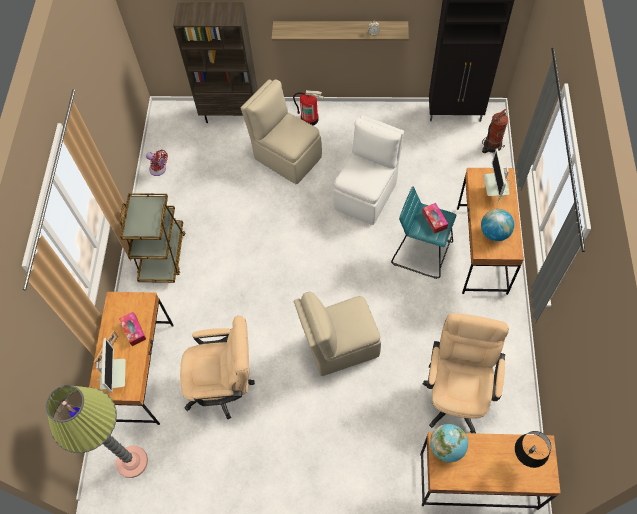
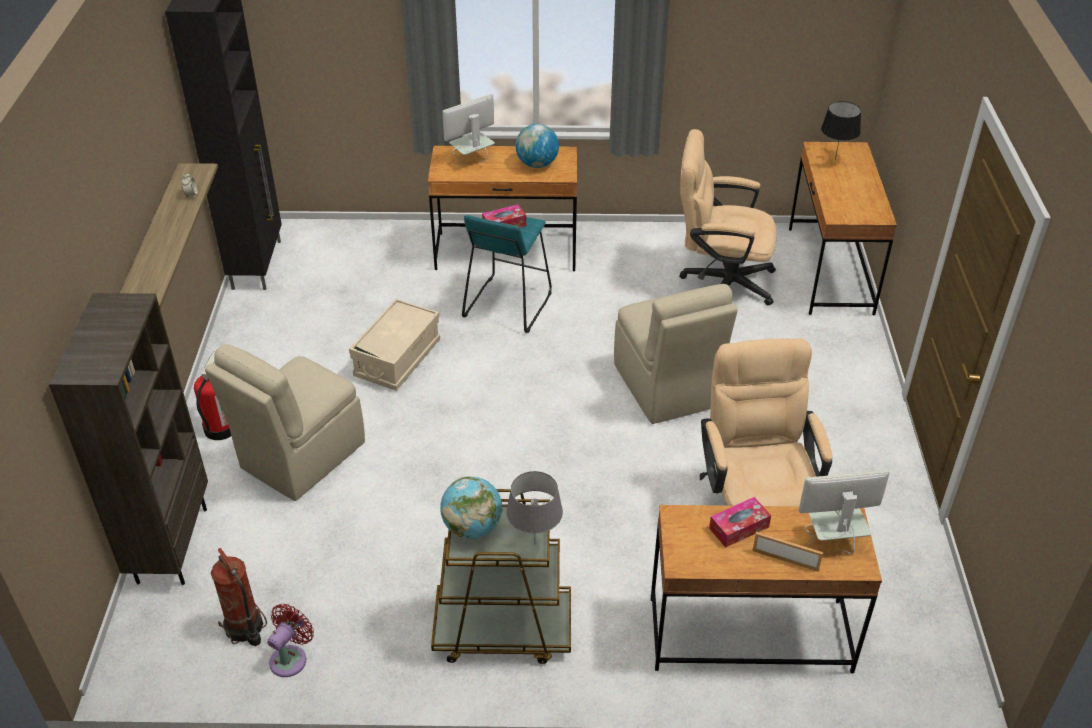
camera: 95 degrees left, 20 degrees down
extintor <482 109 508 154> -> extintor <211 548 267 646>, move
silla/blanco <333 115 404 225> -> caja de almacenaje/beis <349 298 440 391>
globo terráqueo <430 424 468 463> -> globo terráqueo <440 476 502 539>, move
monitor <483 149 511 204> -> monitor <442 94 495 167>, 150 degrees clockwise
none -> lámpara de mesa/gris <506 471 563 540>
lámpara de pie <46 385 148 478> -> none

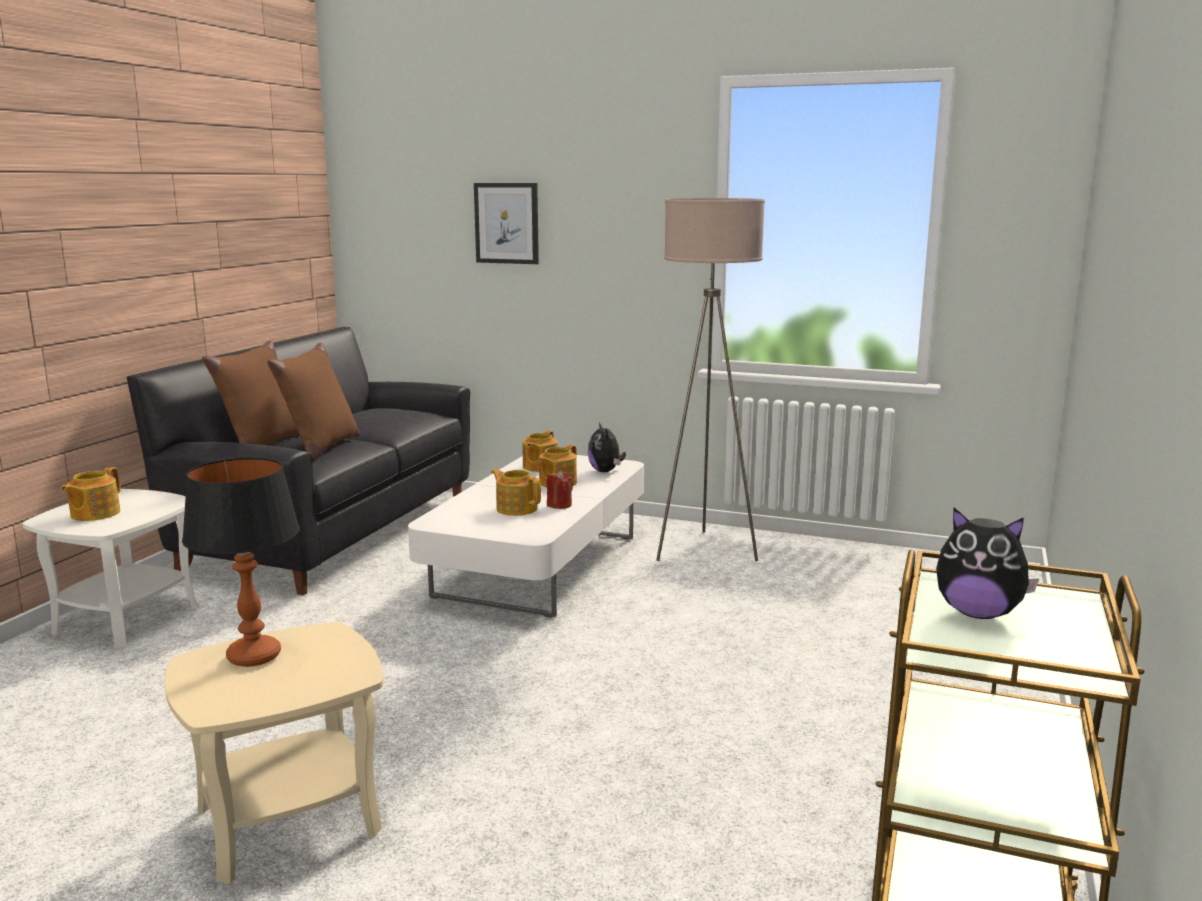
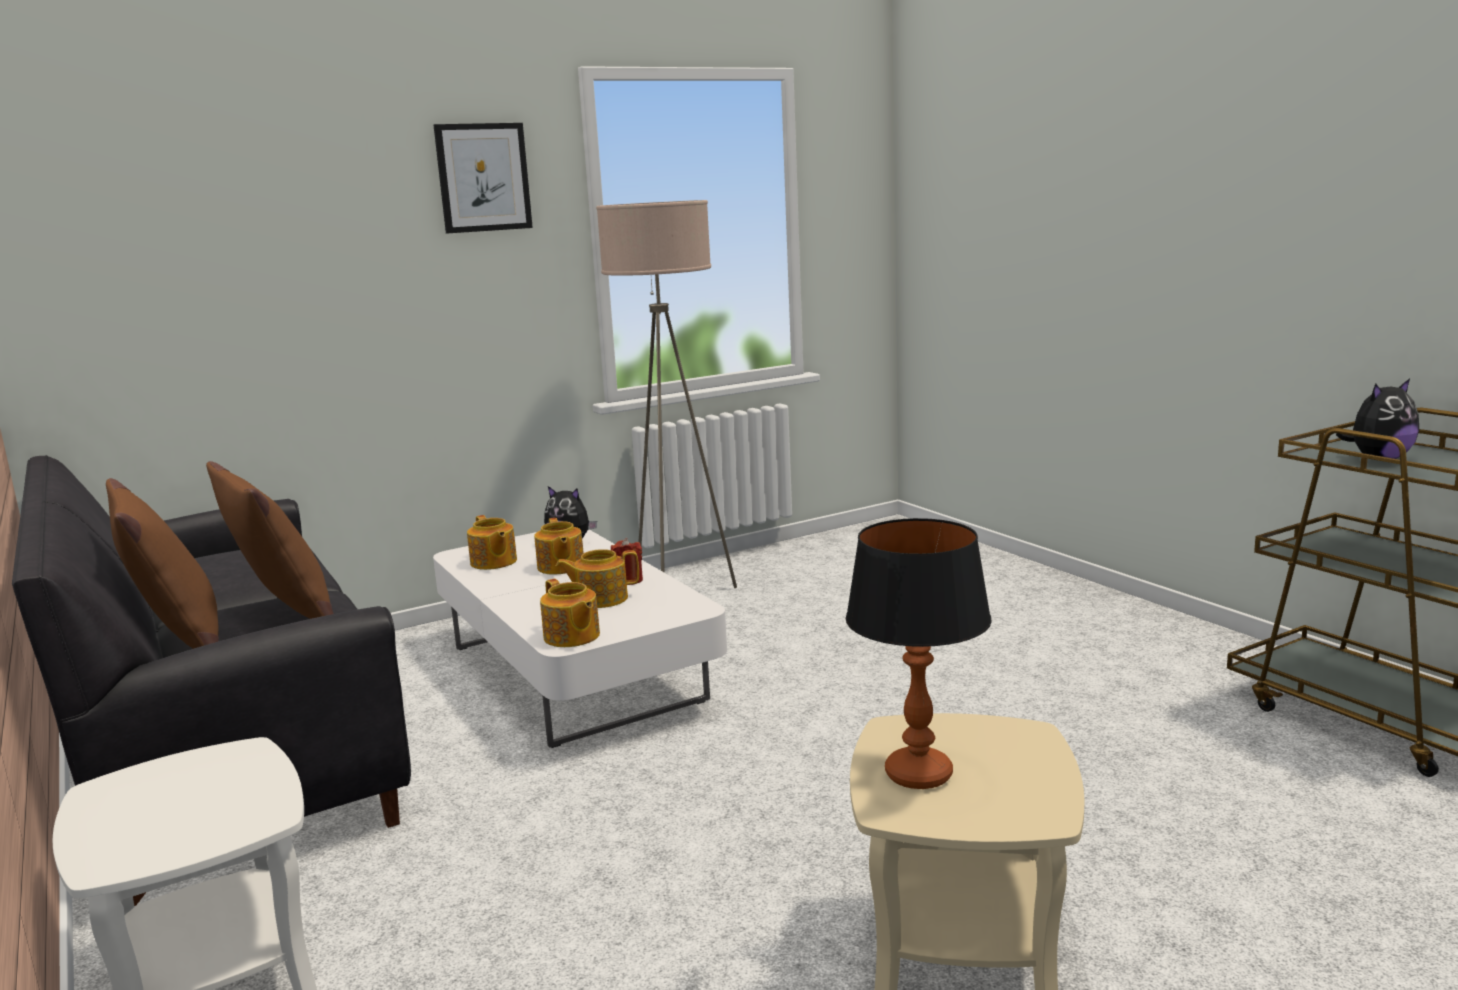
camera: 50 degrees left, 0 degrees up
cuadro <474 183 539 264> -> cuadro <434 123 533 234>, move
tetera <61 467 121 521> -> tetera <540 579 600 647>, move

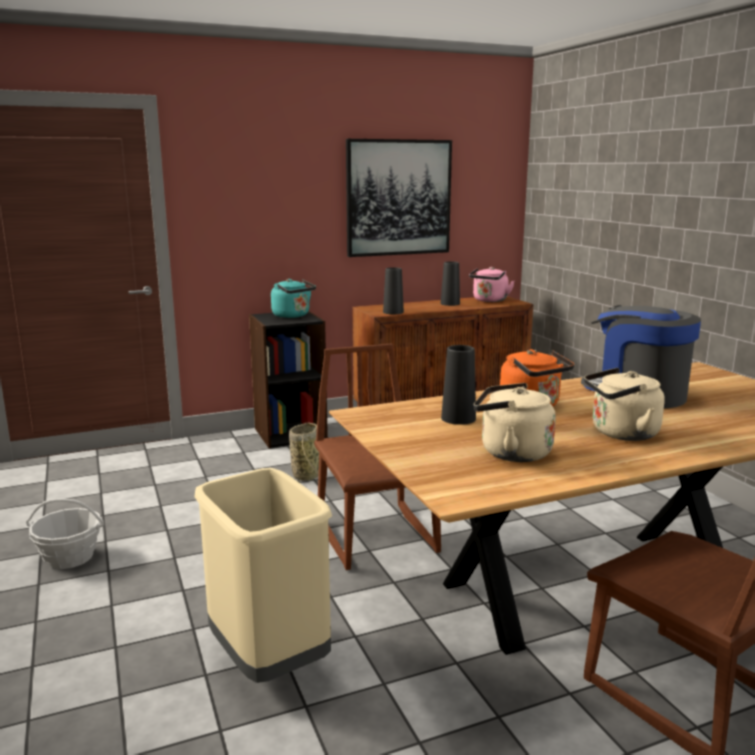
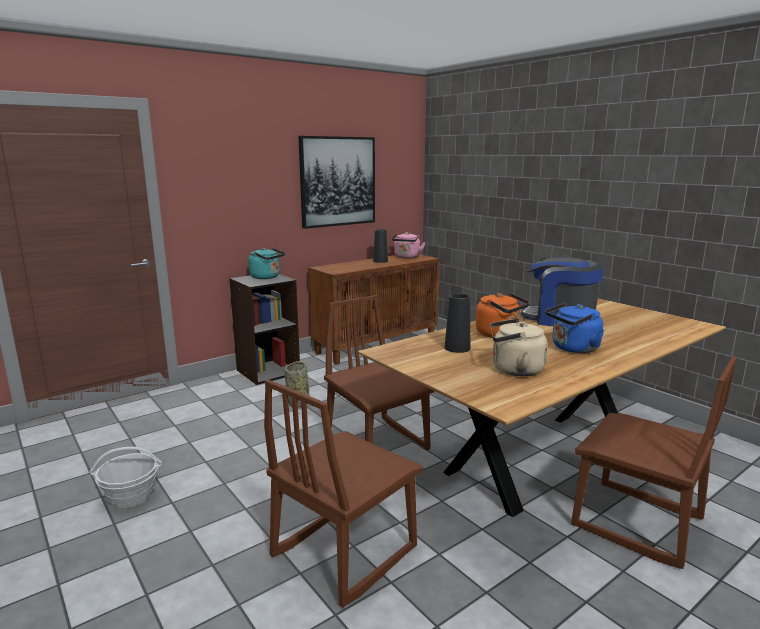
camera: 15 degrees left, 0 degrees up
papelera/beis <194 468 332 683> -> silla/marrón <264 379 423 608>
hervidor/beis <584 368 665 441> -> hervidor/azul <545 303 604 353>
florero/negro <383 267 404 314> -> none

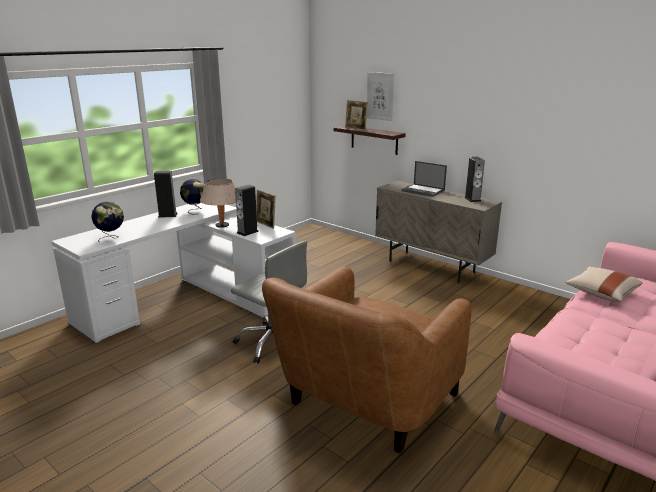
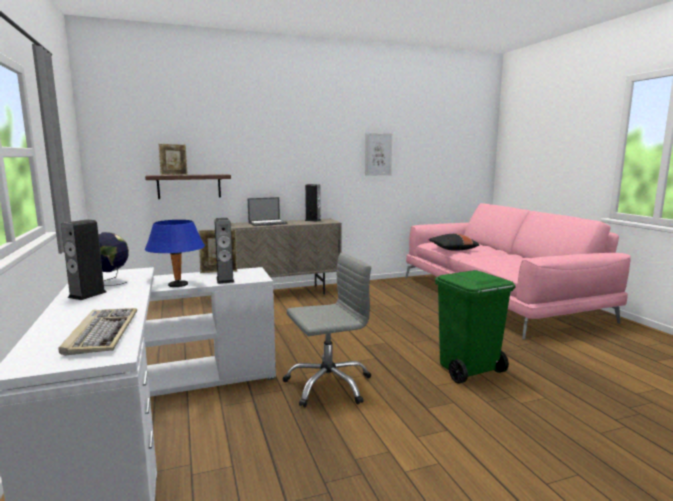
camera: 60 degrees left, 10 degrees down
globo terráqueo <91 202 124 242> -> teclado <59 308 137 356>
lámpara de mesa/beis <200 179 236 228> -> lámpara de mesa/azul <145 220 205 287>
cuadro <367 72 394 121> -> cuadro <365 133 392 176>, move
cojín/beis <565 267 643 302> -> cojín/negro <428 234 479 251>
sillón/marrón <262 266 471 453> -> papelera/verde <435 270 516 384>

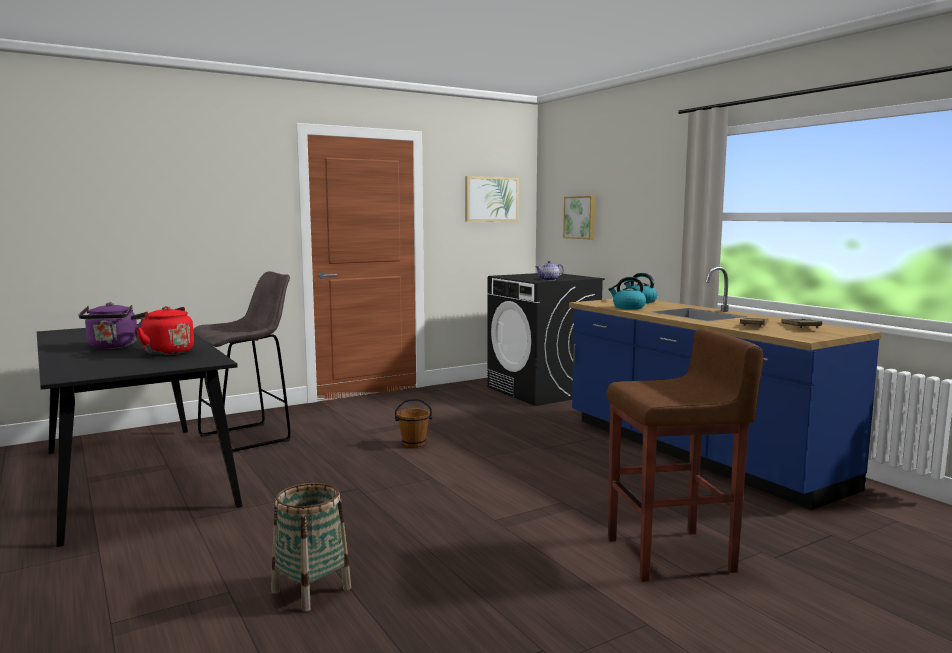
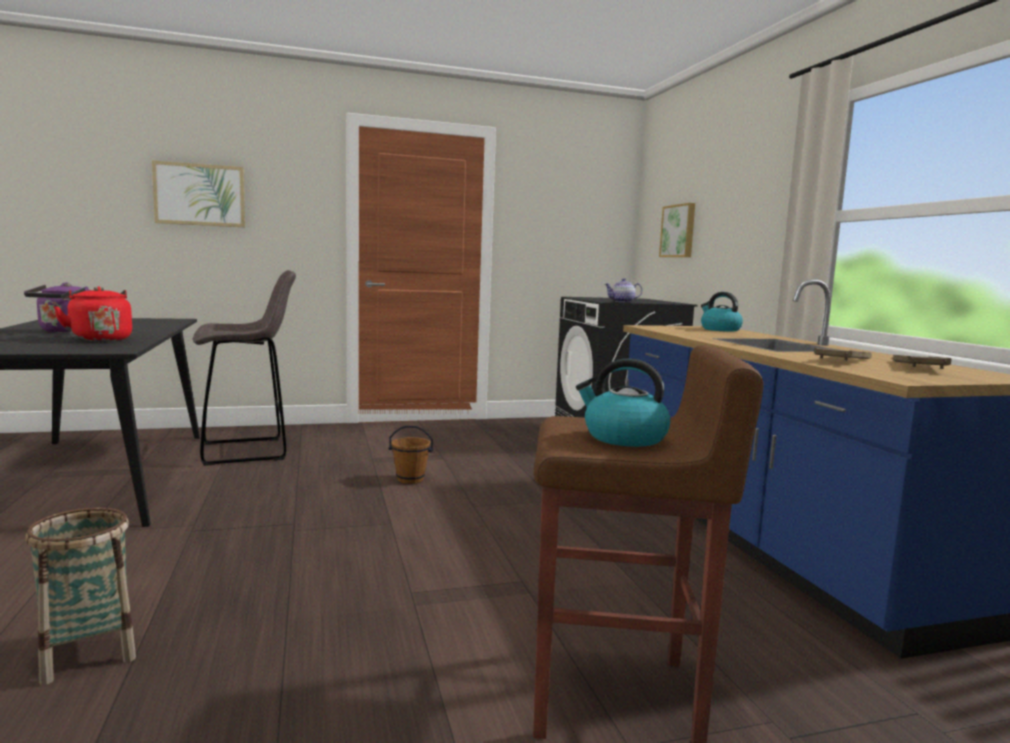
camera: 15 degrees right, 0 degrees up
cuadro <465 176 519 222> -> cuadro <152 160 245 227>, move
hervidor <608 277 646 309> -> hervidor <576 358 670 447>, move

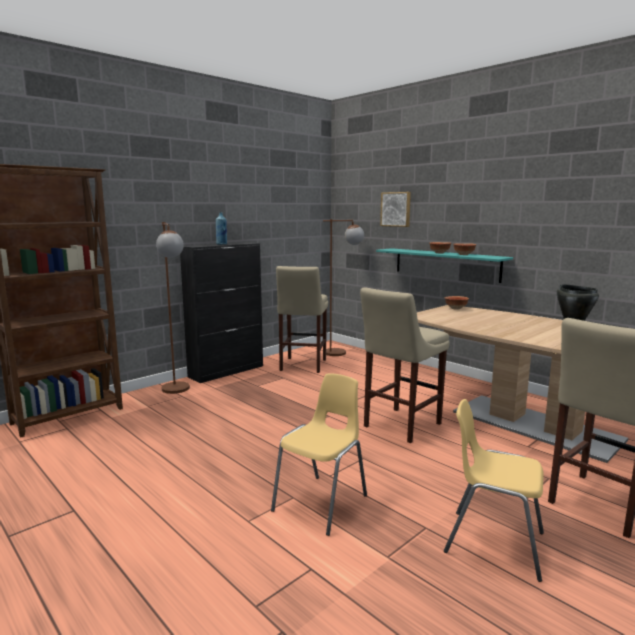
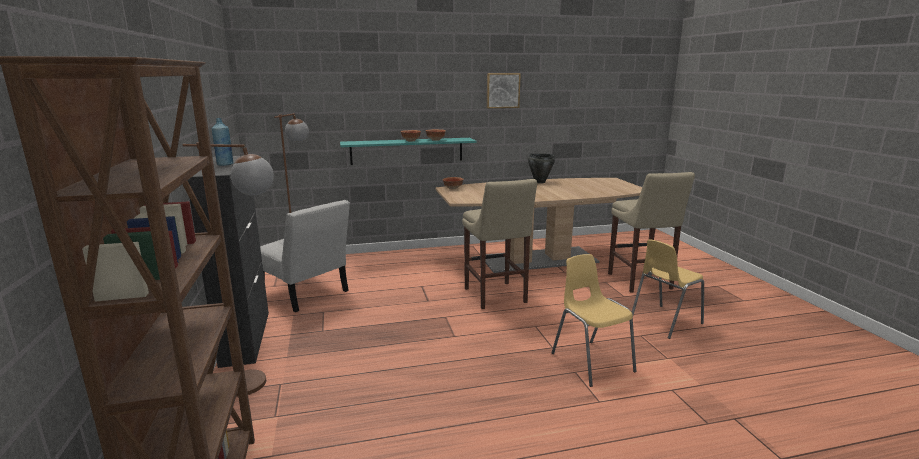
camera: 60 degrees left, 5 degrees up
taburete/beis <276 266 328 373> -> silla/blanco <260 200 350 312>
cuadro <380 192 411 227> -> cuadro <487 73 521 108>, move

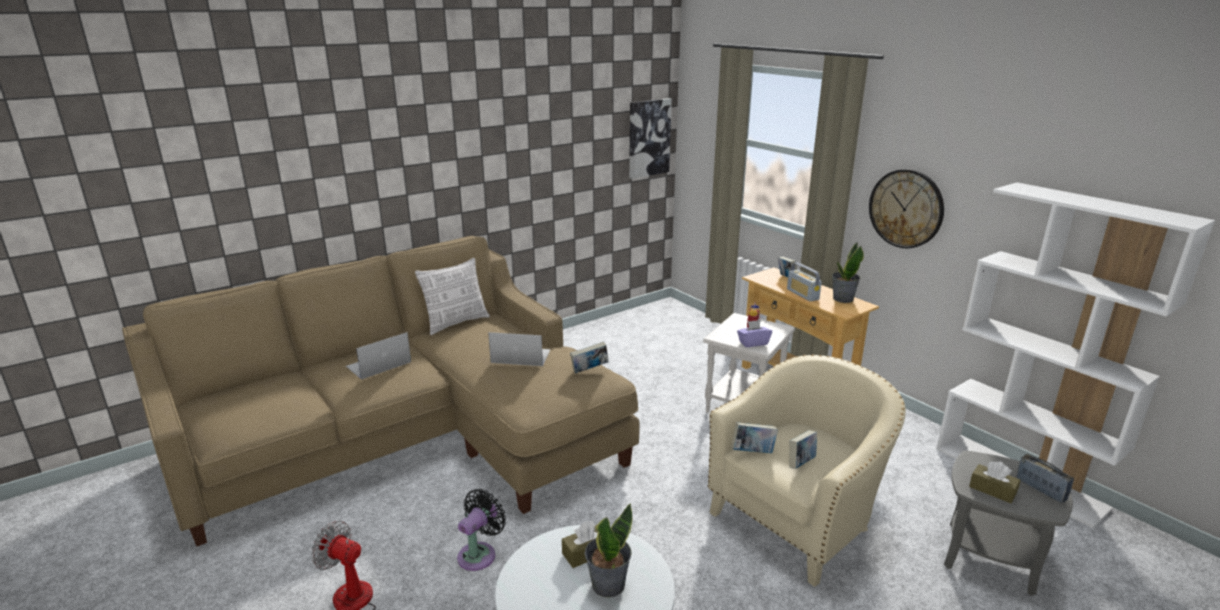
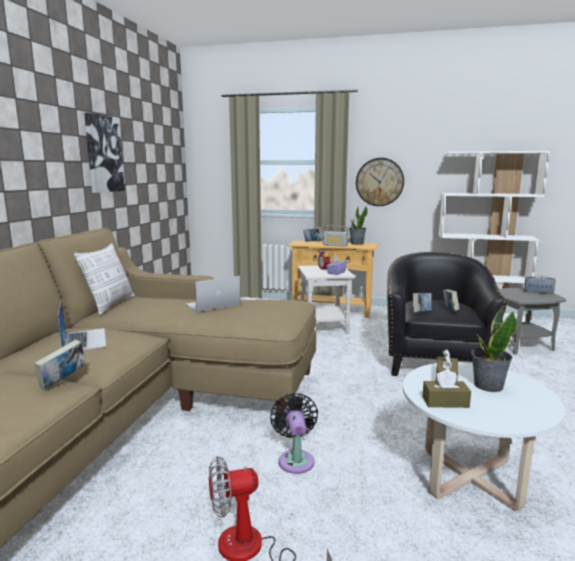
camera: 40 degrees left, 10 degrees down
libro <570 341 609 373> -> libro <34 340 85 390>, move
portátil <346 332 411 380> -> portátil <58 300 106 350>, 150 degrees clockwise
cuadro <629 98 672 179> -> cuadro <84 113 125 193>, move
sillón/beis <708 354 906 587> -> sillón/negro <387 252 507 376>
caja de pañuelos/marrón <969 462 1021 503> -> caja de pañuelos/marrón <422 369 471 408>, move

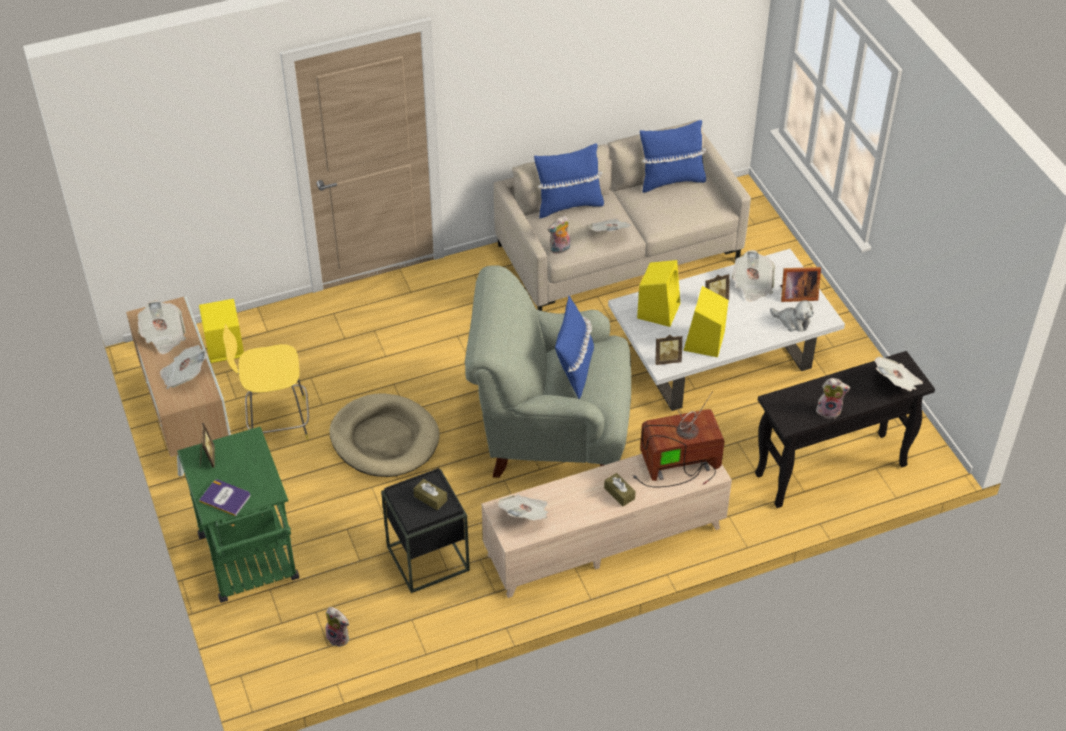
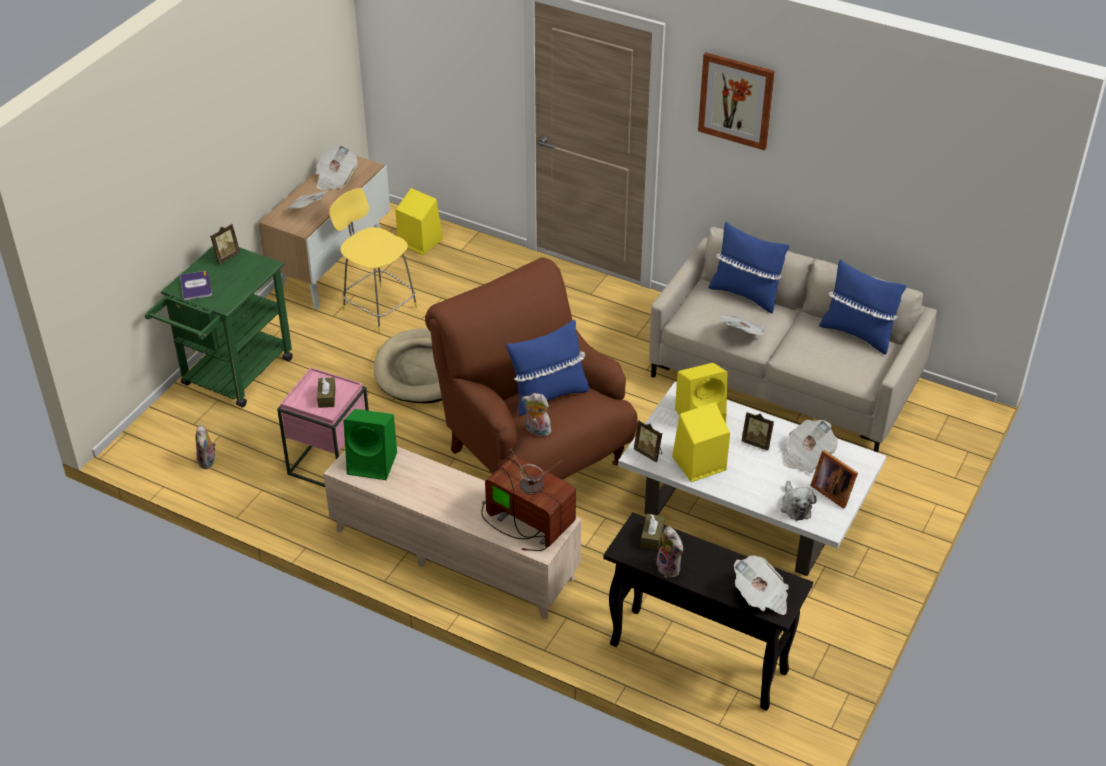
camera: 50 degrees right, 5 degrees down
mesa auxiliar/negro <381 468 470 593> -> mesa auxiliar/rosa <277 367 369 487>
periódico <498 494 549 521> -> altavoz/verde <344 409 397 480>
sillón/gris <465 265 631 478> -> sillón/marrón <425 257 638 480>
peluche <547 216 570 254> -> peluche <522 393 551 437>, move
caja de pañuelos/marrón <604 473 635 506> -> caja de pañuelos/marrón <641 514 665 550>, move
none -> cuadro <698 52 775 151>

